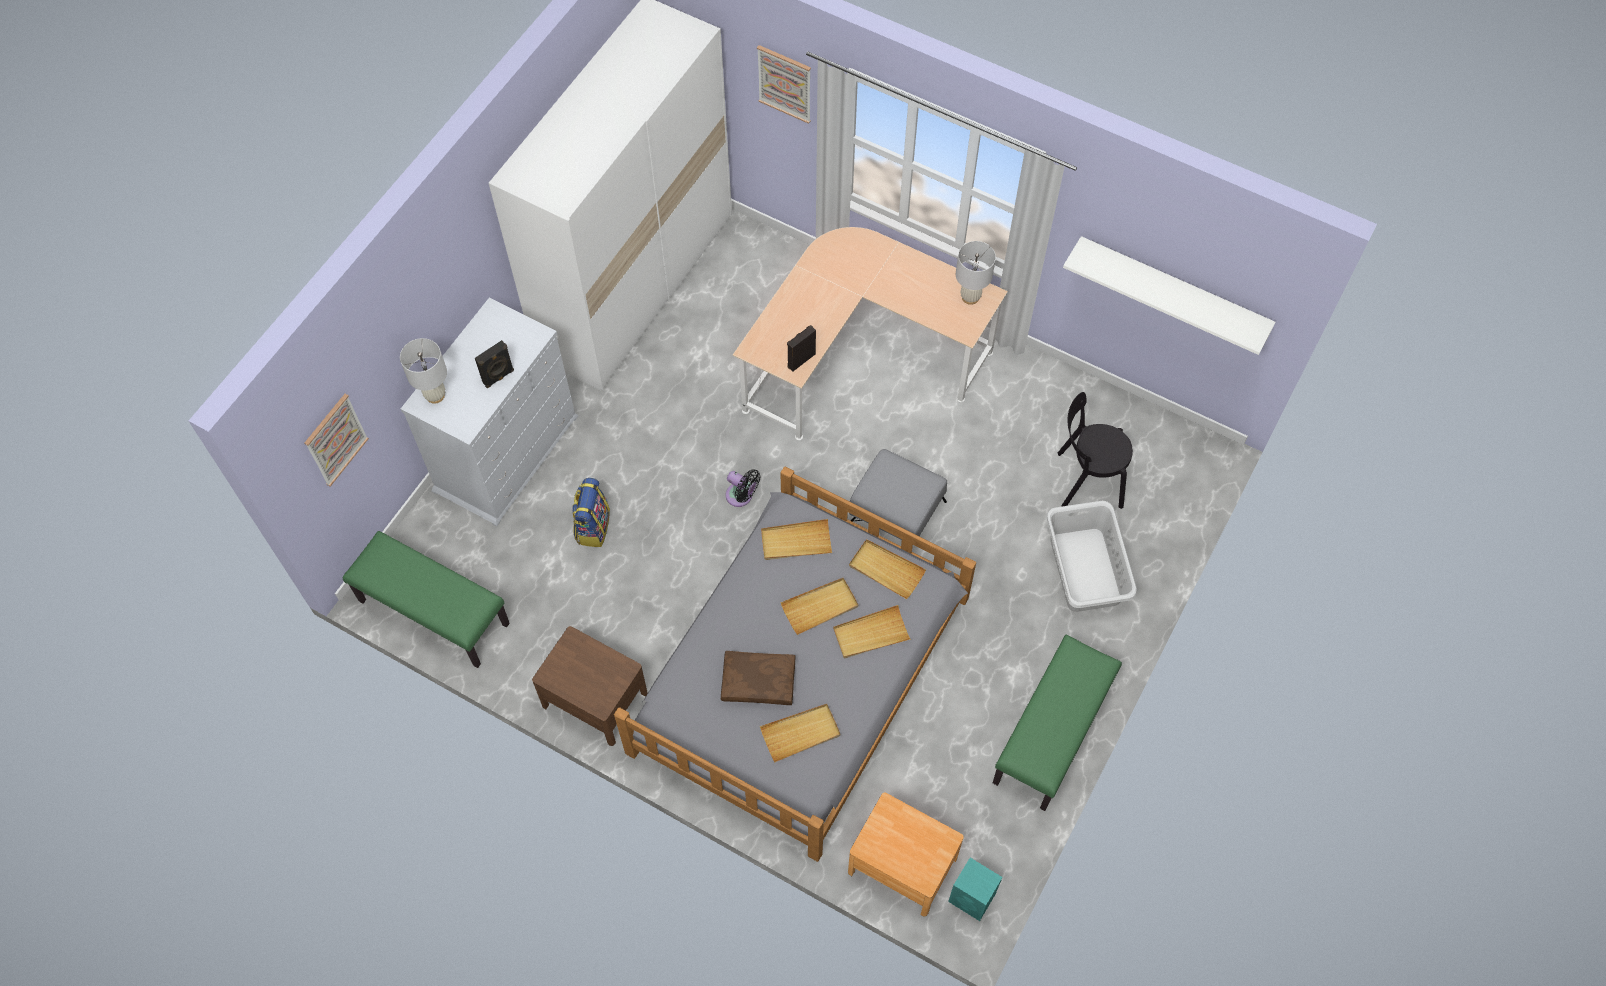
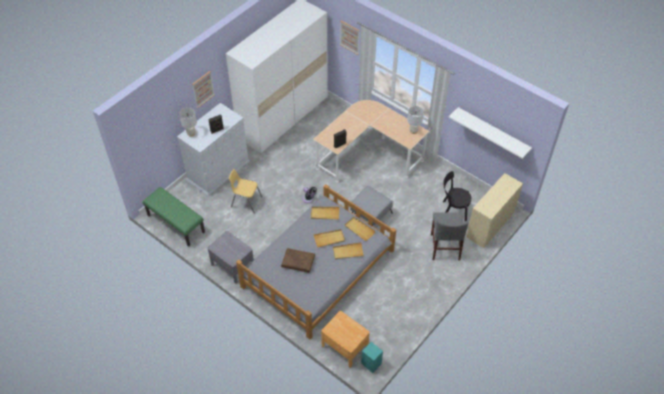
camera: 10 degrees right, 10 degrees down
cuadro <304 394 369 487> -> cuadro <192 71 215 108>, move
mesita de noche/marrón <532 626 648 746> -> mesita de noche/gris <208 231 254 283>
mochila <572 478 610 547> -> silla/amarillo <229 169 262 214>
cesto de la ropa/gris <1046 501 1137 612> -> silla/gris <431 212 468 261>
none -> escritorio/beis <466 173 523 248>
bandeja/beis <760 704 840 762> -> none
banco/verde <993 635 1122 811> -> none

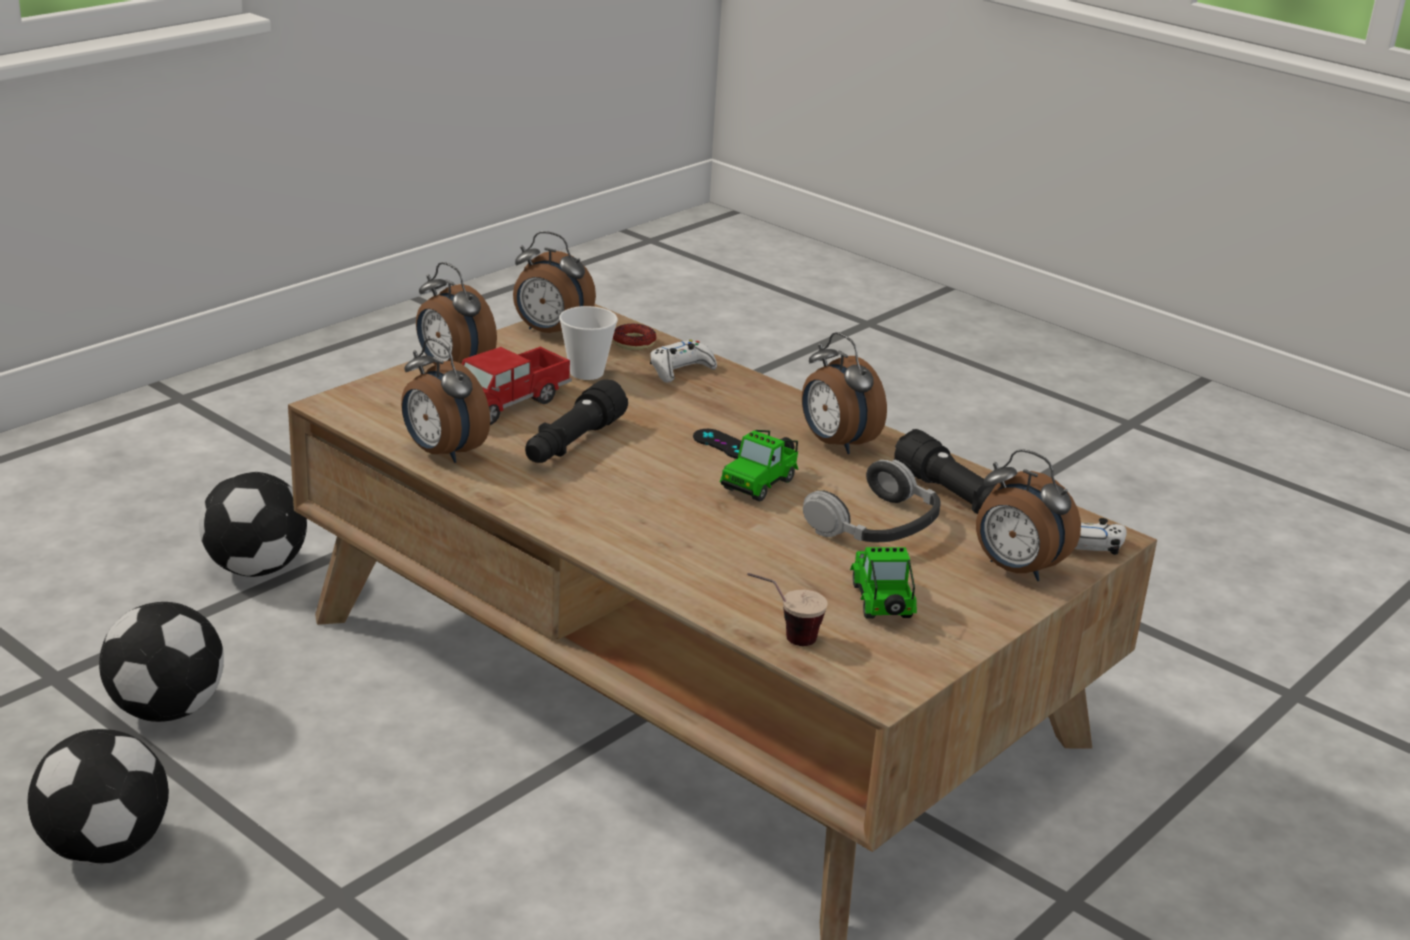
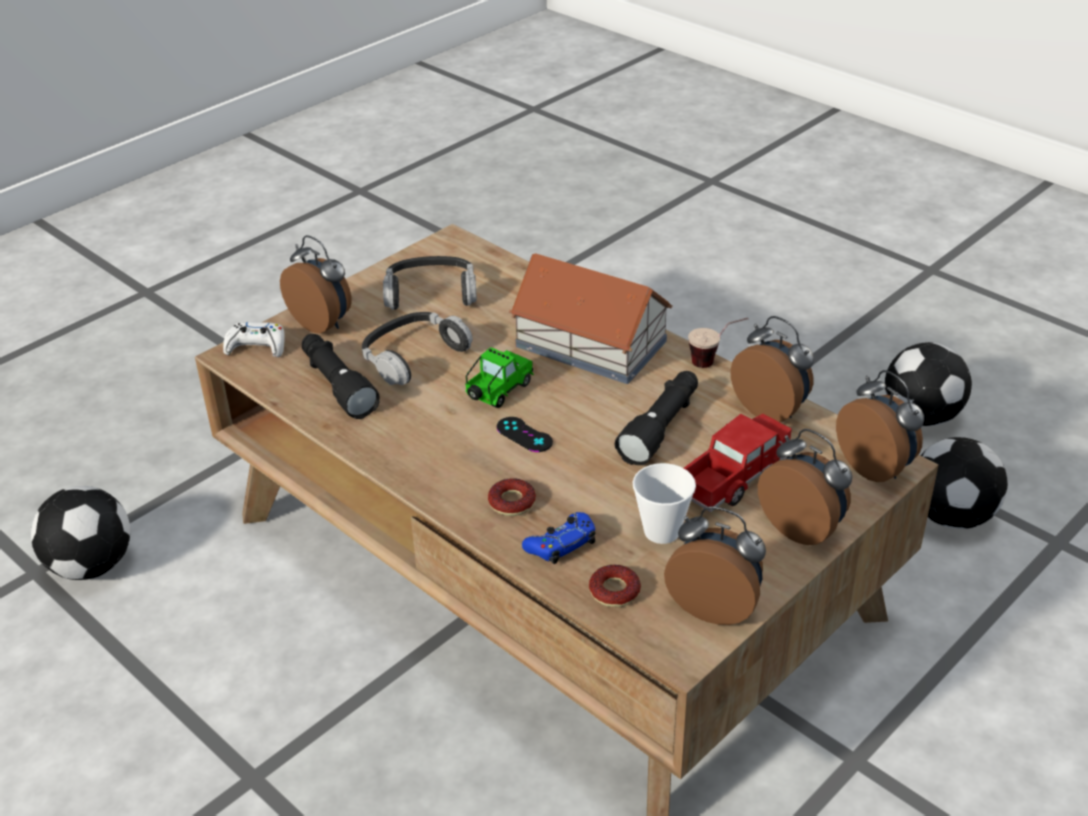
camera: 175 degrees left, 10 degrees up
balón de fútbol <199 472 307 577> -> balón de fútbol <31 486 130 580>, move
coche de juguete <850 547 917 618> -> auriculares <383 256 477 310>
none -> rosquilla <488 478 536 516>
none -> casita <509 253 672 384>
mando de consola/blanco <650 340 717 383> -> mando de consola/azul <522 512 595 564>
taza <747 573 828 646> -> taza <688 318 748 368>, move
despertador <802 332 887 454> -> despertador <836 370 924 482>, move

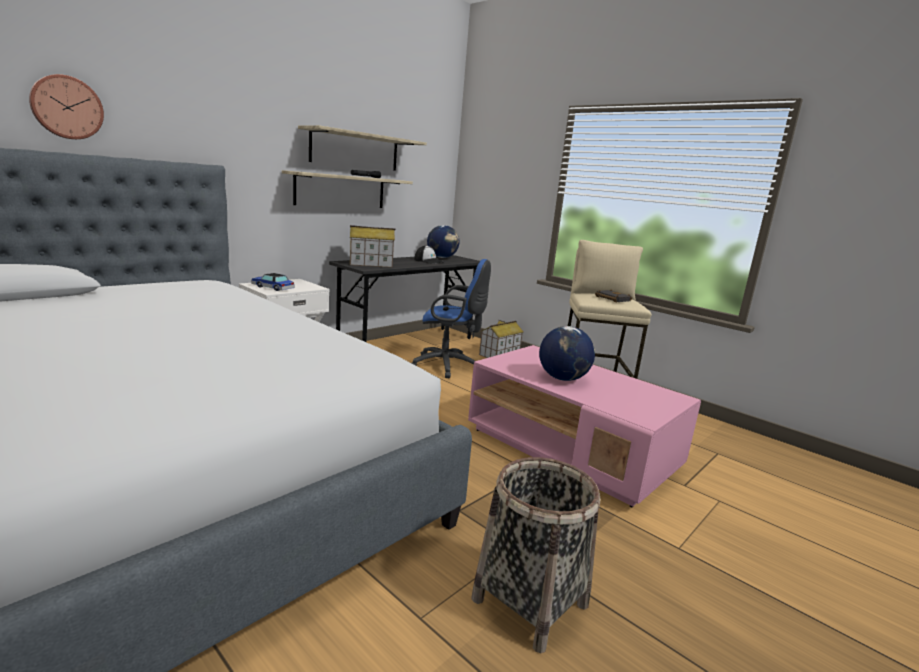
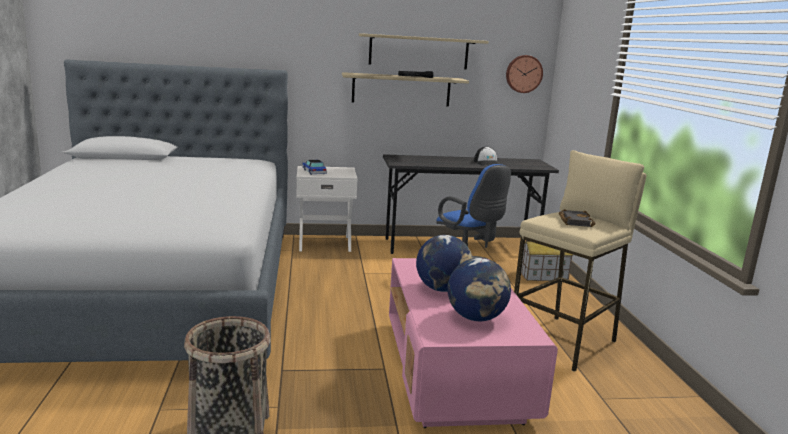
camera: 40 degrees right, 0 degrees up
globo terráqueo <427 225 460 258> -> globo terráqueo <447 258 511 321>, move
reloj de pared <29 74 104 139> -> reloj de pared <506 55 543 93>, move
casita <350 225 395 268> -> none

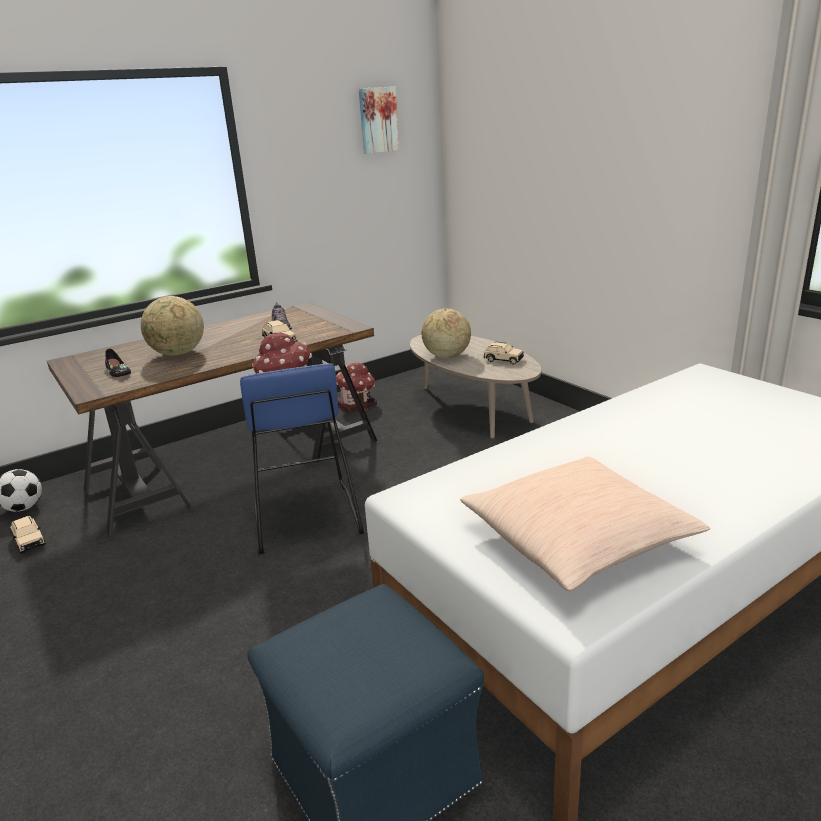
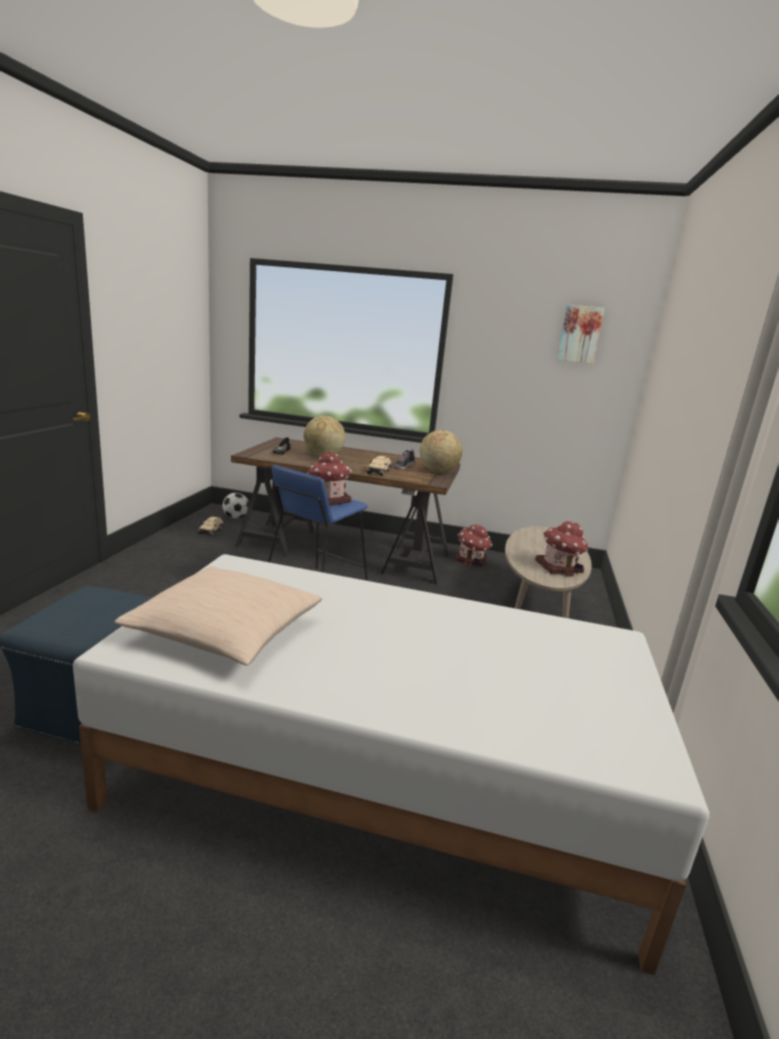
camera: 45 degrees right, 5 degrees down
globo terráqueo <422 308 471 358> -> globo terráqueo <420 430 462 473>, move
coche de juguete/beis <484 342 524 365> -> casita <535 521 588 577>

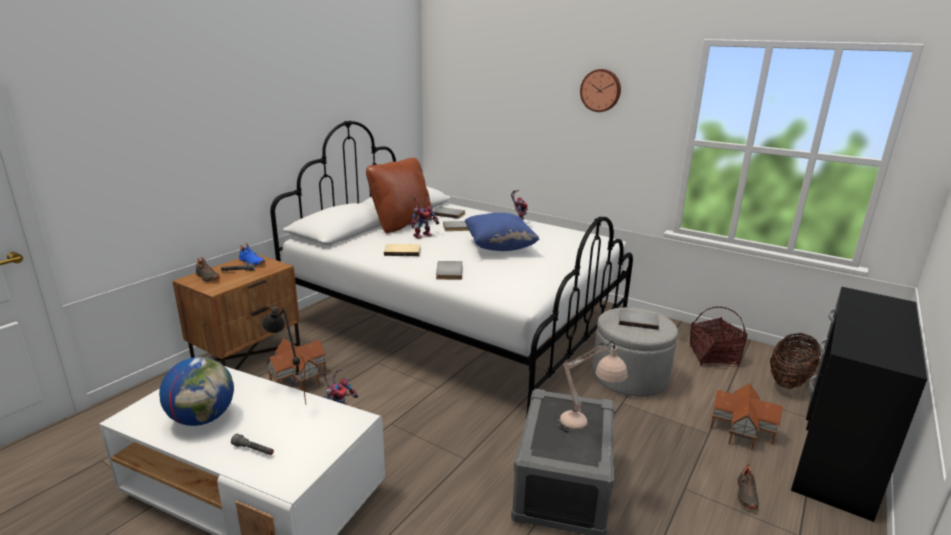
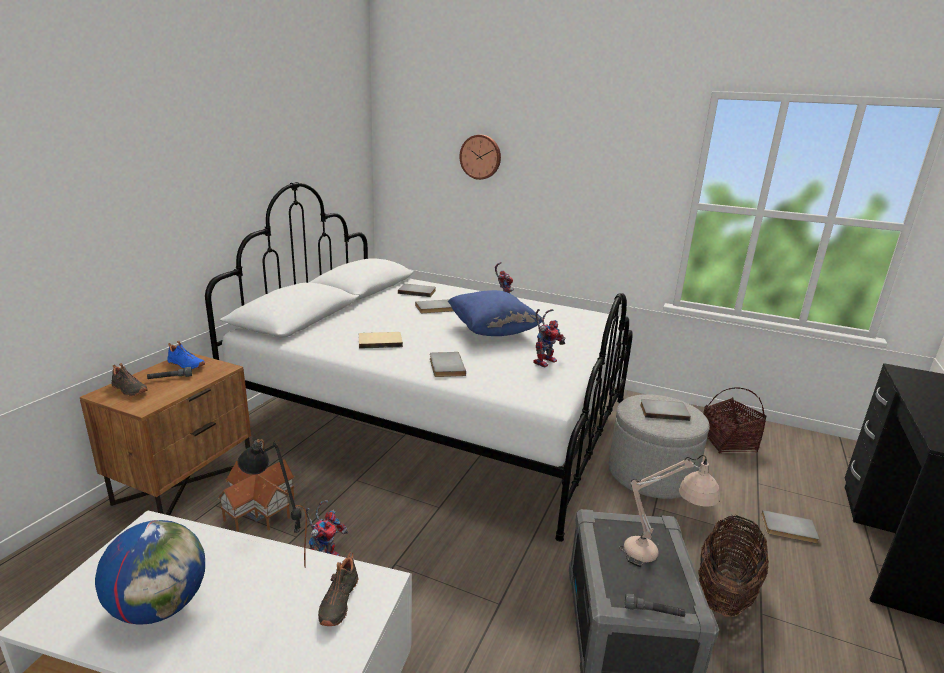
camera: 10 degrees left, 0 degrees up
zapato/negro <737 464 759 510> -> zapato/negro <318 552 358 626>, move
reloj de pared <580 69 621 112> -> reloj de pared <459 135 501 180>, move
robot de juguete <411 196 439 239> -> robot de juguete <534 309 566 368>, move
linterna/gris <231 434 274 455> -> linterna/gris <624 593 685 617>, move
cesta <770 333 821 389> -> cesta <698 515 769 617>, move
casita <710 383 783 450> -> libro/gris <762 510 820 544>
cojín/marrón <366 158 433 234> -> none

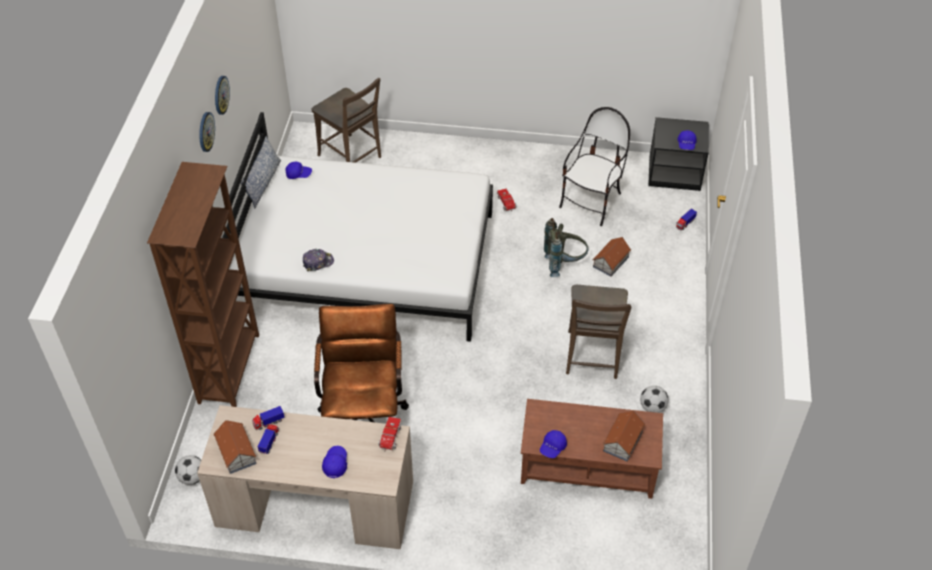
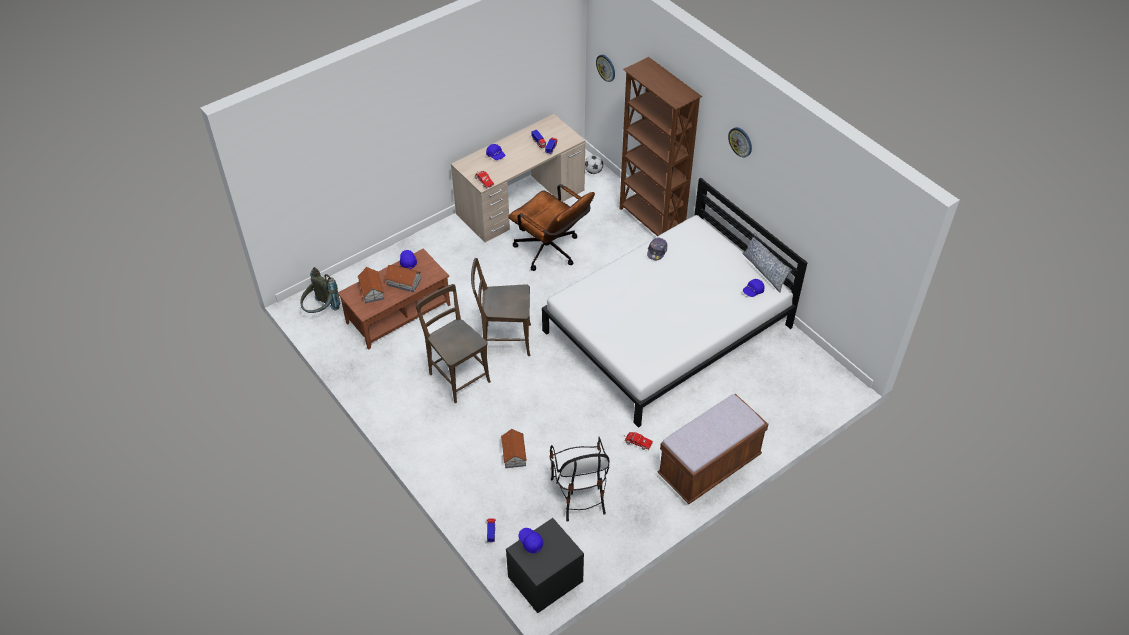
camera: 135 degrees right, 0 degrees up
mochila/gris <544 218 589 277> -> mochila/gris <300 267 341 313>, move
casita <214 420 256 474> -> casita <385 265 421 292>, move
silla/marrón <312 78 381 162> -> silla/marrón <471 258 531 356>, move
reloj de pared <215 76 230 115> -> reloj de pared <596 55 615 82>, move
none -> banco/marrón <658 394 768 504>
balón de fútbol <640 386 669 413> -> none

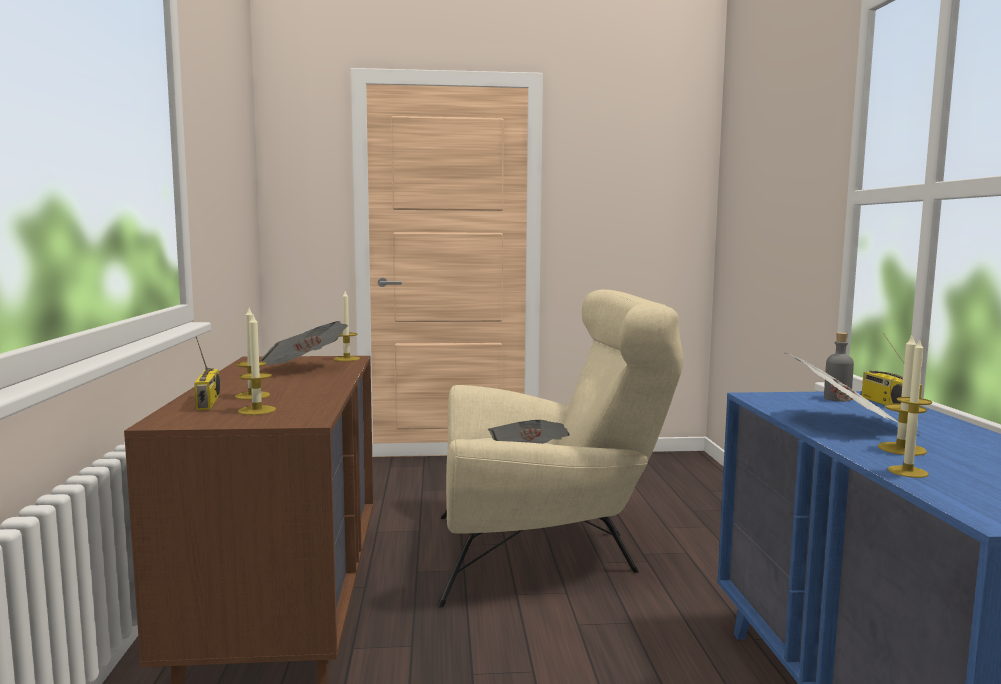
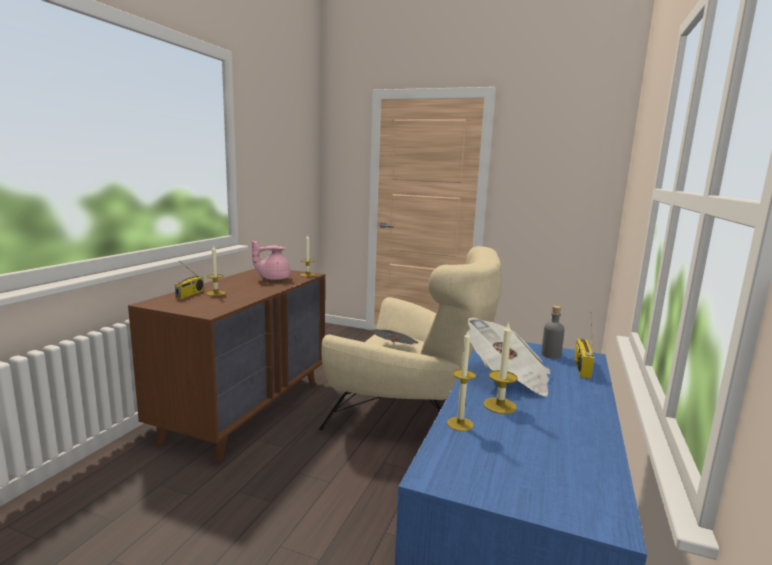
camera: 25 degrees right, 5 degrees up
periódico <261 321 348 365> -> tetera/rosa <252 240 290 280>
vela <238 315 276 415> -> none

